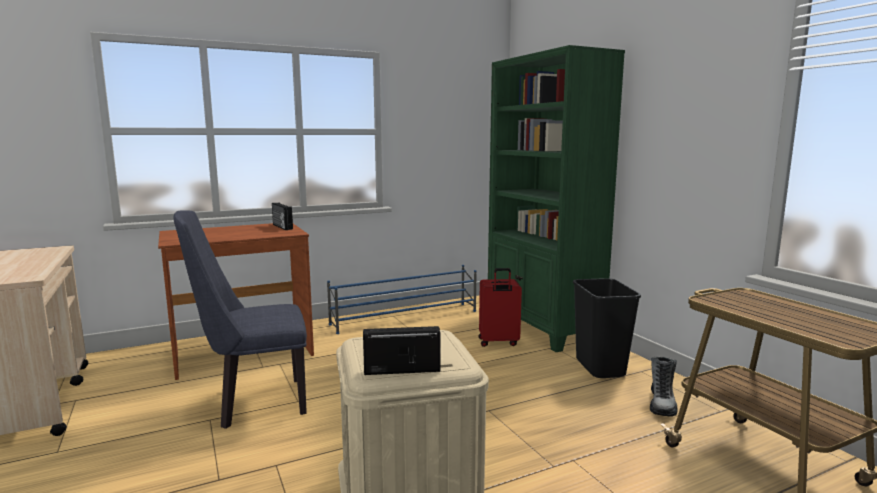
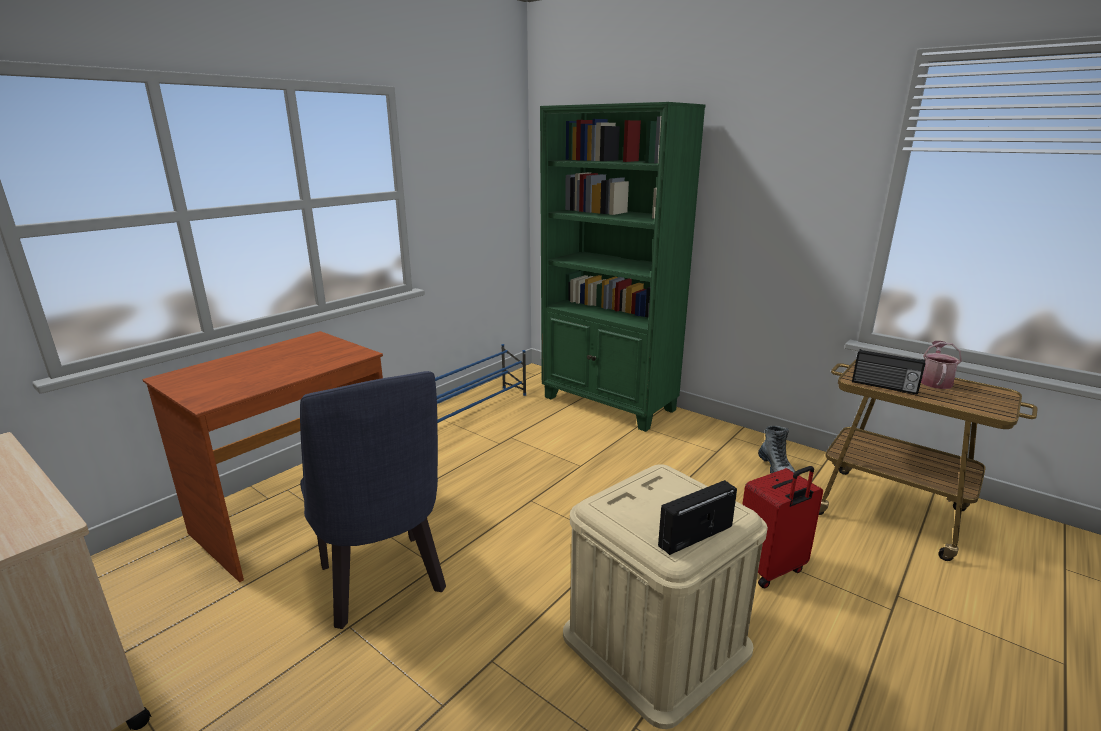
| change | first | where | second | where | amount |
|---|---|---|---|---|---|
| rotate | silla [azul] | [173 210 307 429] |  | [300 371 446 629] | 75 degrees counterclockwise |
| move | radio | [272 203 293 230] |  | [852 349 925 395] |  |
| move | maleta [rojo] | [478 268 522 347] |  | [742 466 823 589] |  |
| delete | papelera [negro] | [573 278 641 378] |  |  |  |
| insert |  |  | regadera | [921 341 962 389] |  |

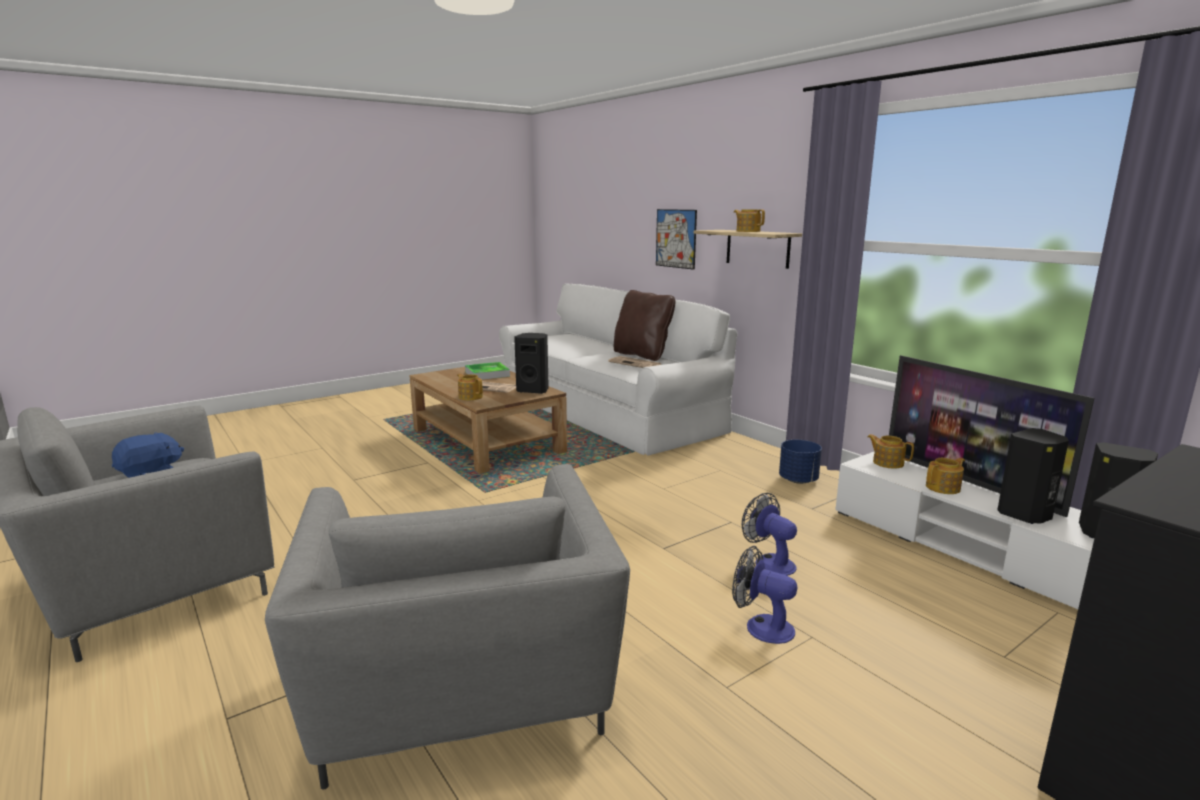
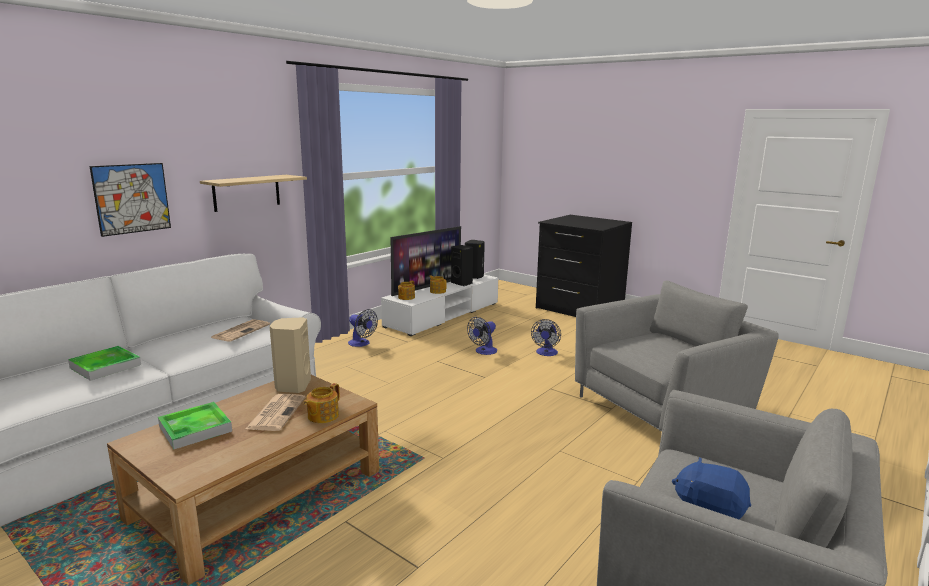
| change | first | where | second | where | amount |
|---|---|---|---|---|---|
| recolor | altavoz [negro] | [514 333 549 394] | altavoz [beis] | [270 317 311 393] |  |
| delete | cojín [marrón] | [614 290 676 361] |  |  |  |
| delete | tetera | [734 209 765 232] |  |  |  |
| replace | maceta [azul] | [779 440 822 484] | ventilador | [348 309 378 347] |  |
| insert |  |  | bandeja | [68 346 141 381] |  |

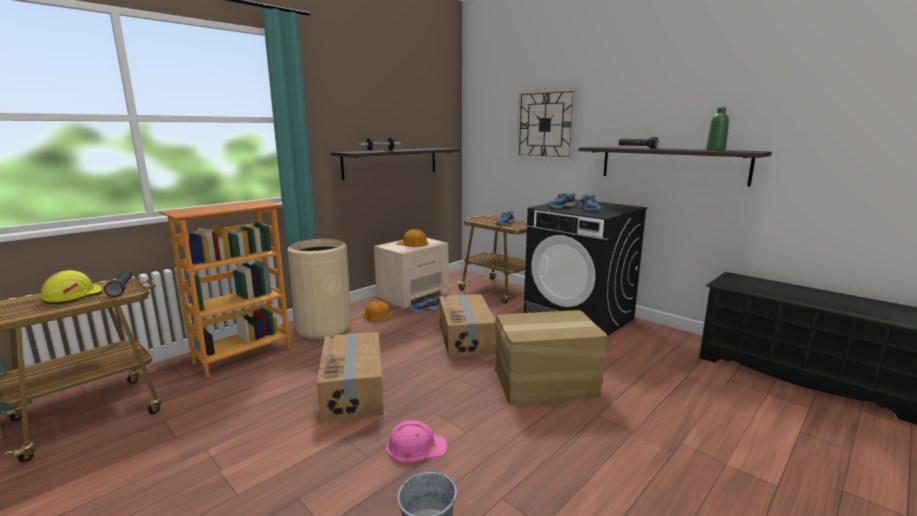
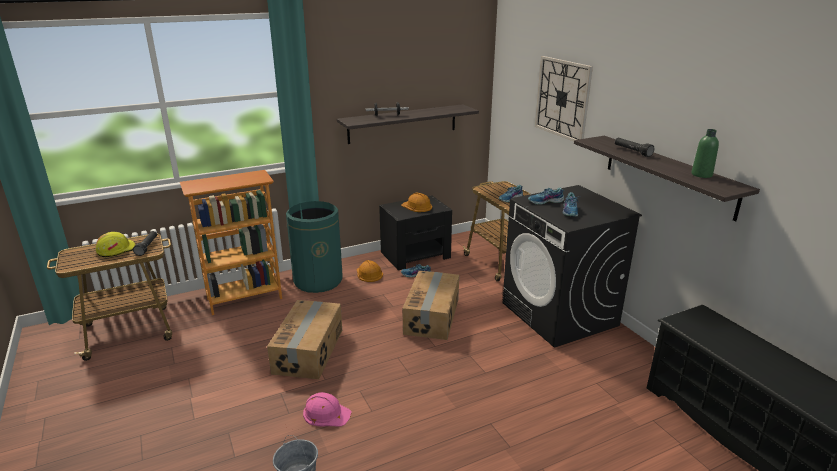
| change | first | where | second | where | amount |
|---|---|---|---|---|---|
| recolor | papelera [beis] | [287 239 352 339] | papelera [verde] | [286 201 343 293] |  |
| recolor | mesita de noche [beis] | [374 238 449 308] | mesita de noche [negro] | [379 195 452 270] |  |
| delete | caja de cartón | [495 310 607 404] |  |  |  |

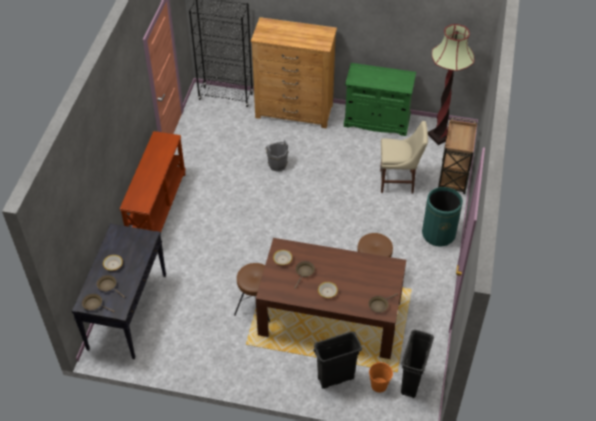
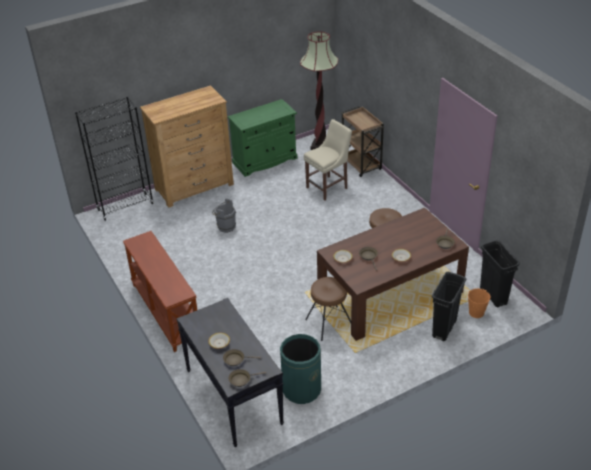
| change | first | where | second | where | amount |
|---|---|---|---|---|---|
| move | papelera [verde] | [422 187 463 247] |  | [280 334 321 404] |  |

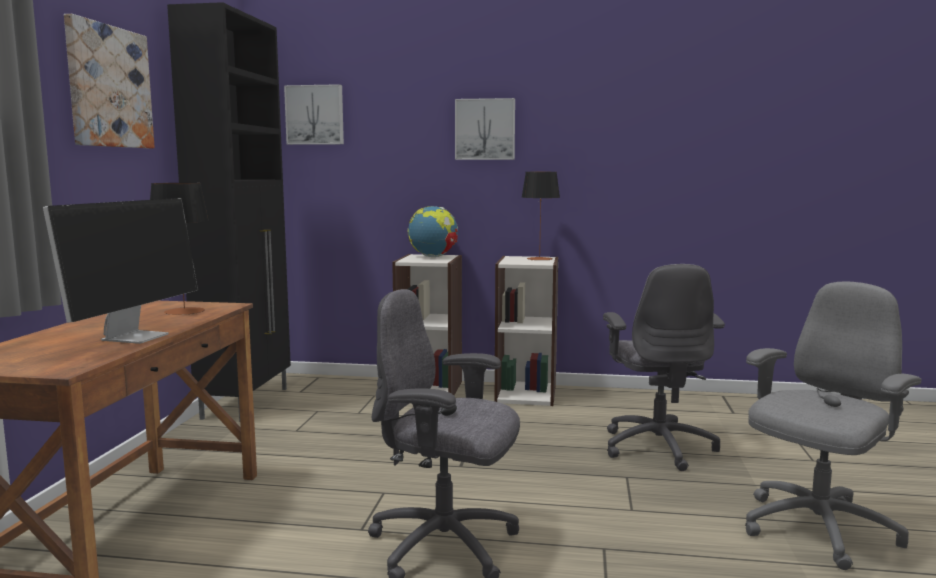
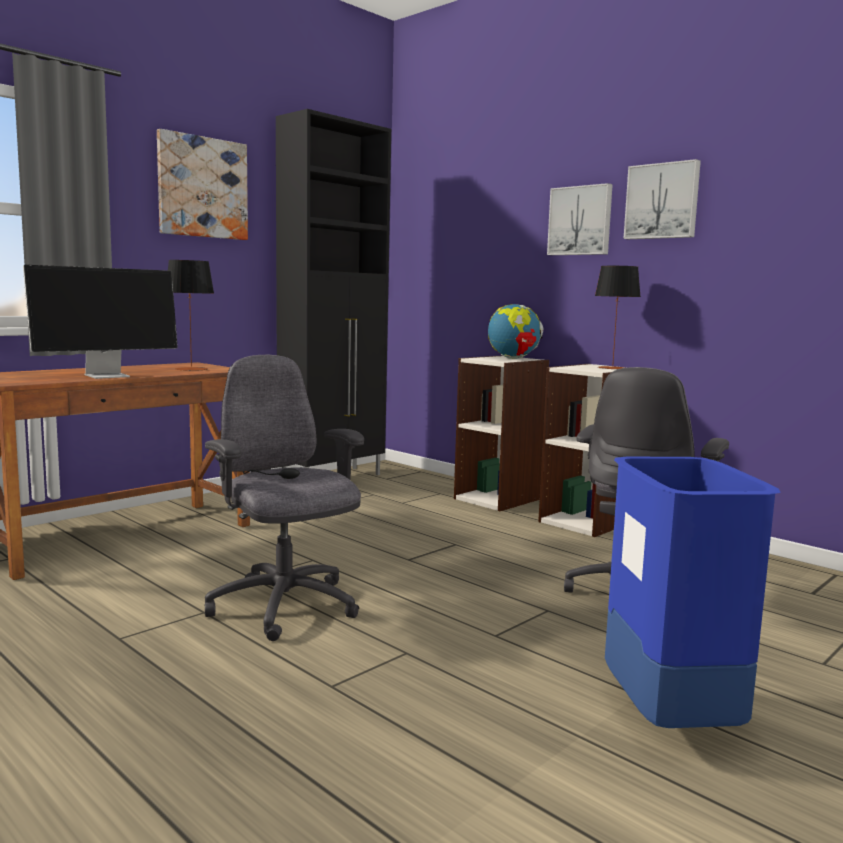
| change | first | where | second | where | amount |
|---|---|---|---|---|---|
| move | cuadro | [284 84 344 145] |  | [623 159 701 239] |  |
| replace | silla de oficina [gris] | [745 281 921 570] | papelera [azul] | [605 457 781 728] |  |

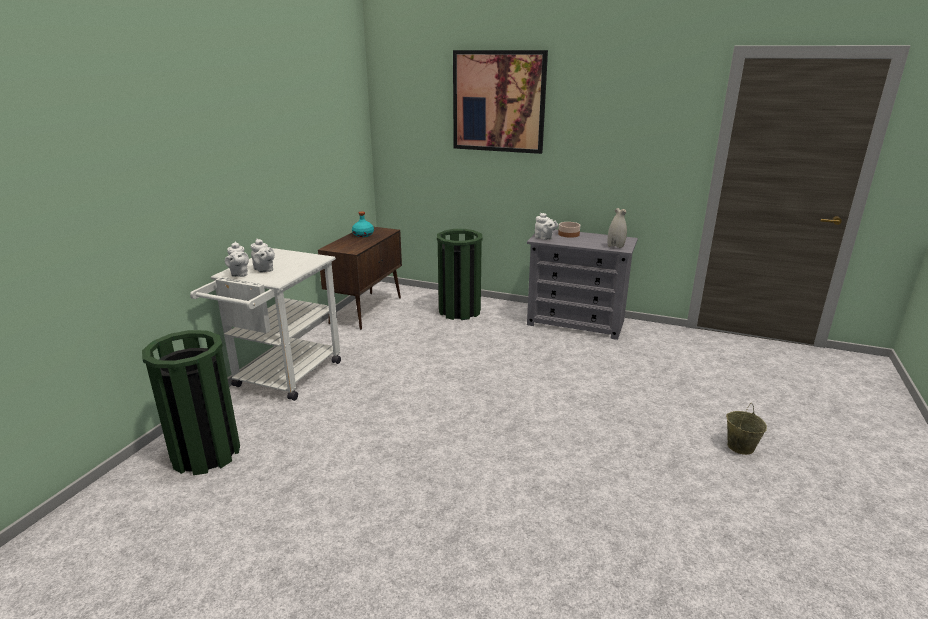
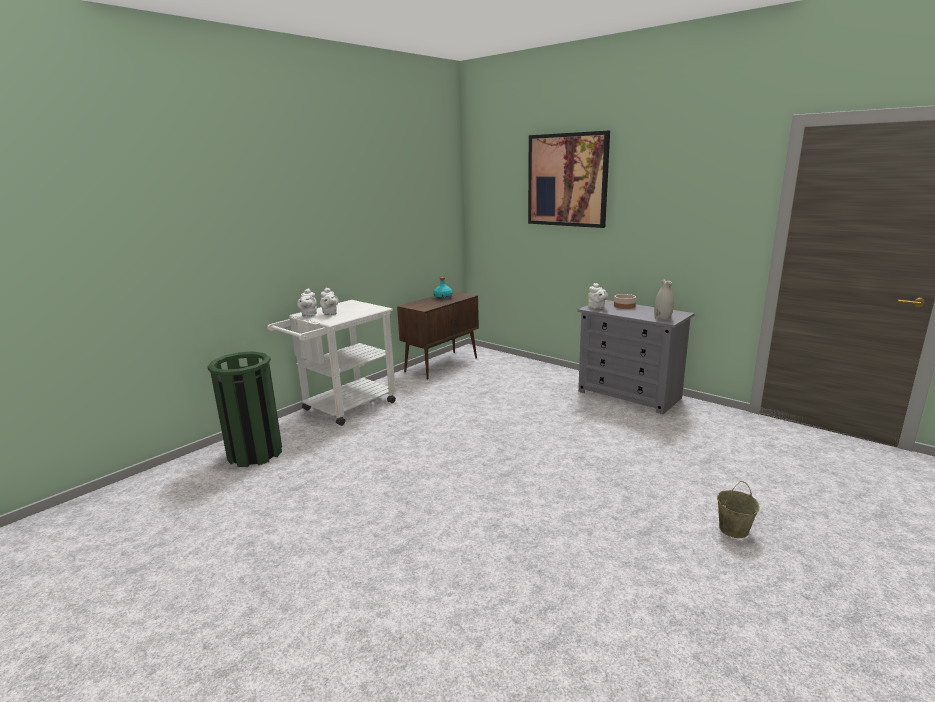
| change | first | where | second | where | amount |
|---|---|---|---|---|---|
| delete | papelera [verde] | [437 229 483 320] |  |  |  |

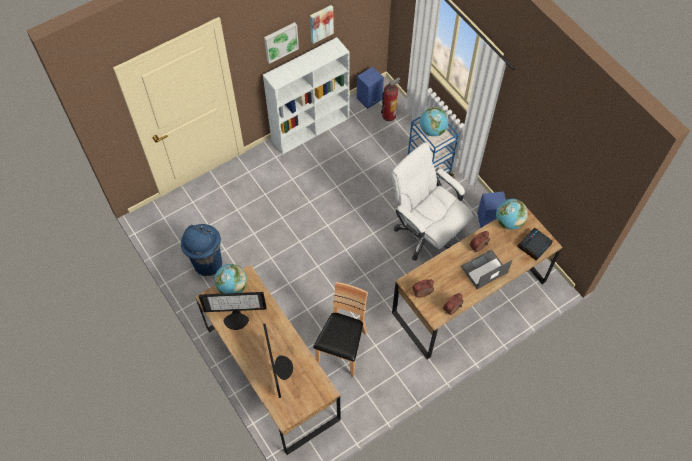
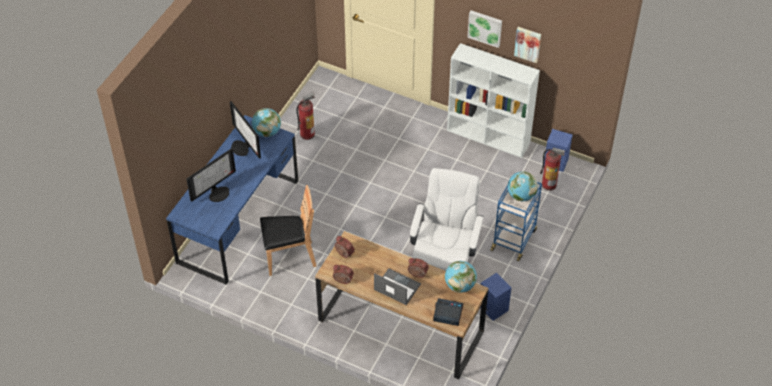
| change | first | where | second | where | amount |
|---|---|---|---|---|---|
| replace | papelera [azul] | [181 224 222 276] | extintor | [296 93 315 140] |  |
| recolor | escritorio [marrón] | [195 265 341 455] | escritorio [azul] | [166 115 298 285] |  |

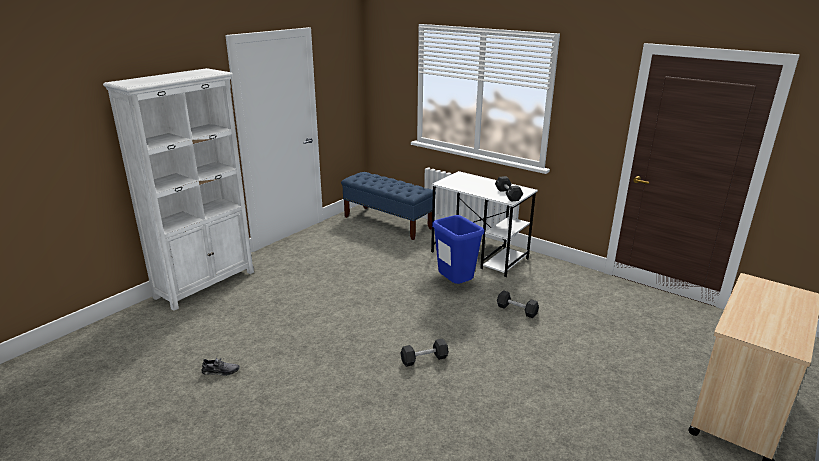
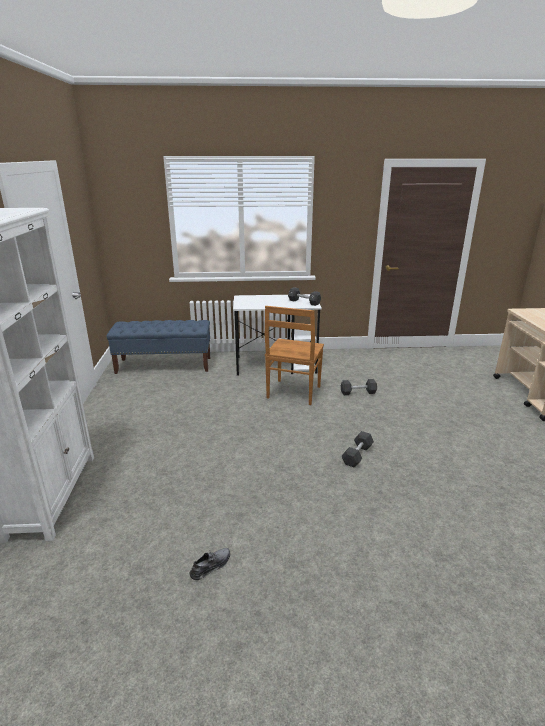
| change | first | where | second | where | amount |
|---|---|---|---|---|---|
| replace | papelera [azul] | [432 215 484 284] | silla [marrón] | [265 306 324 405] |  |

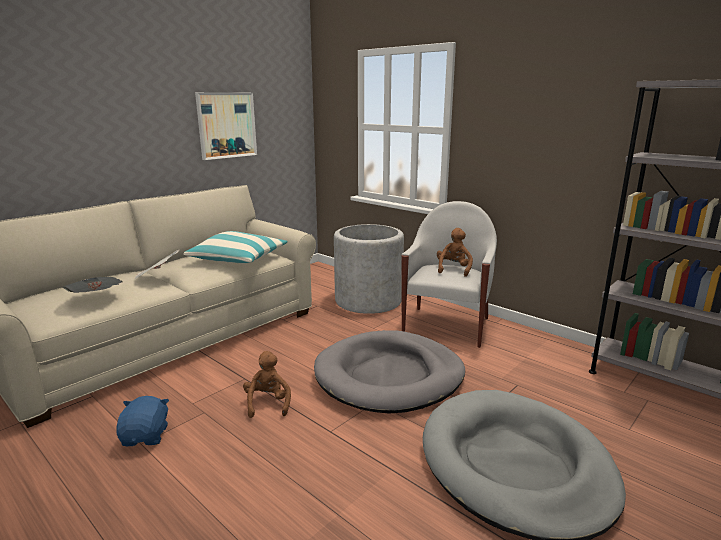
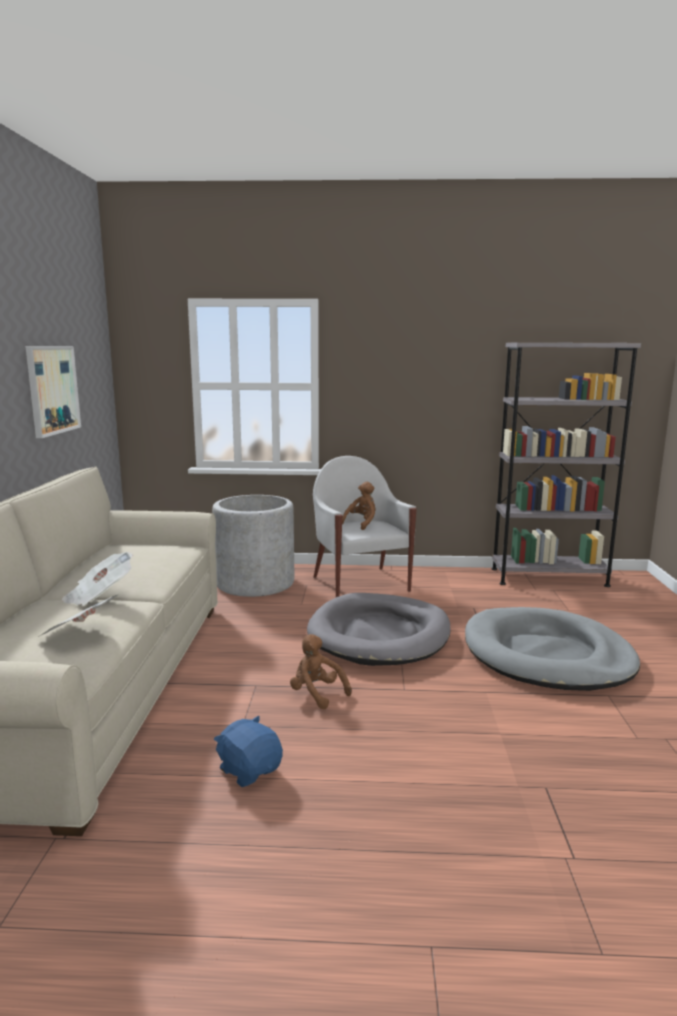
| change | first | where | second | where | amount |
|---|---|---|---|---|---|
| delete | cojín | [183 231 288 263] |  |  |  |
| rotate | peluche [marrón] | [437 228 473 277] |  | [342 482 375 530] | 60 degrees clockwise |

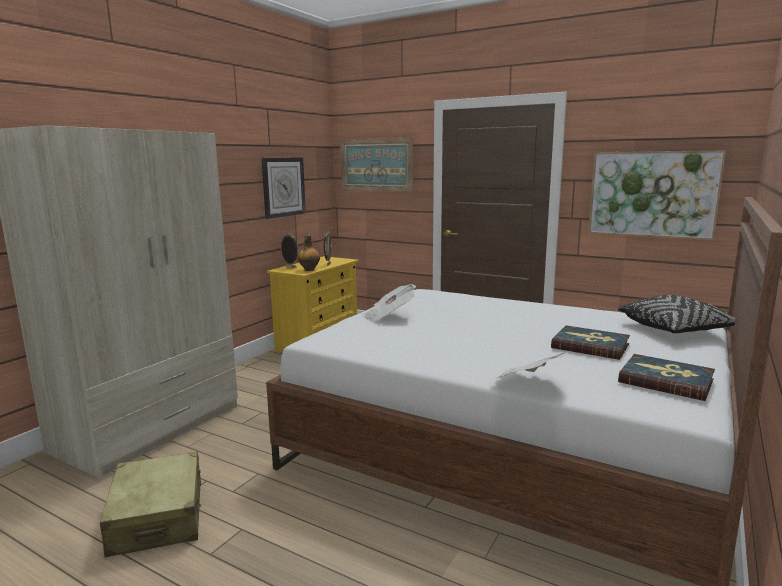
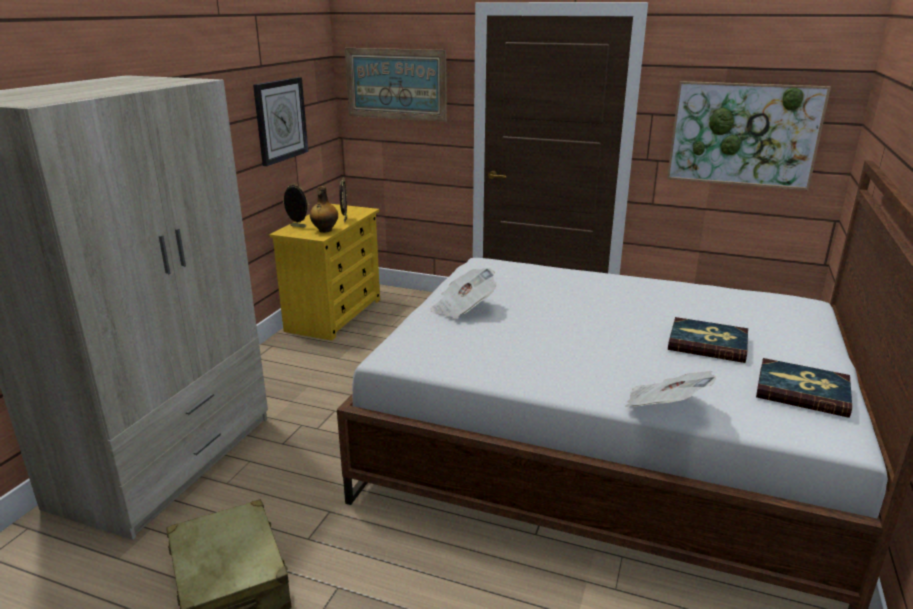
| change | first | where | second | where | amount |
|---|---|---|---|---|---|
| delete | cojín [negro] | [618 295 735 333] |  |  |  |

